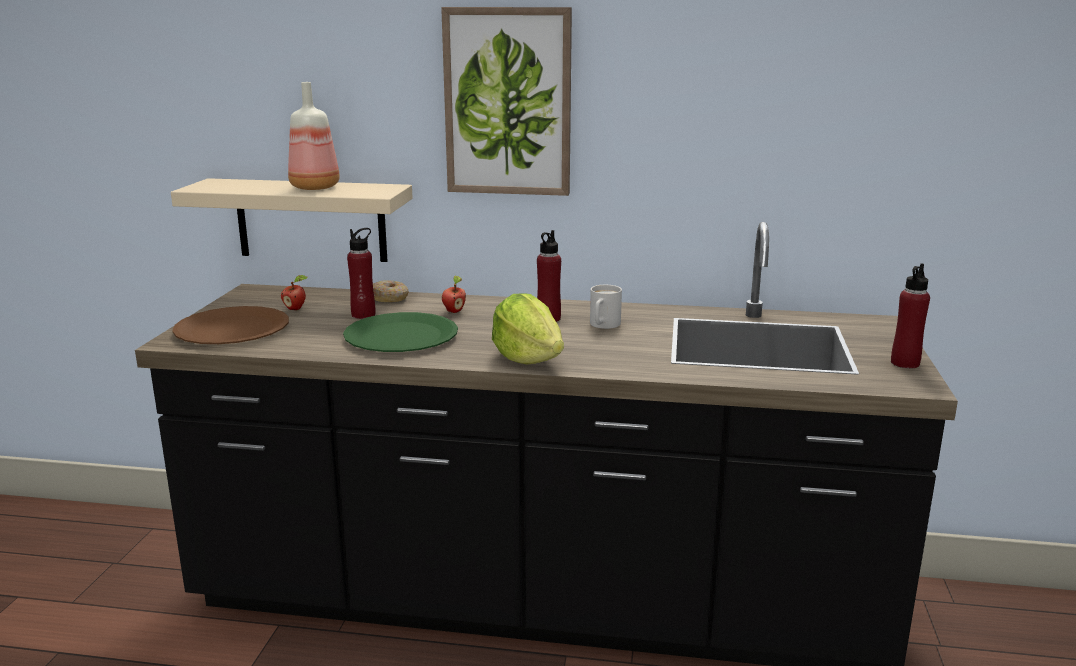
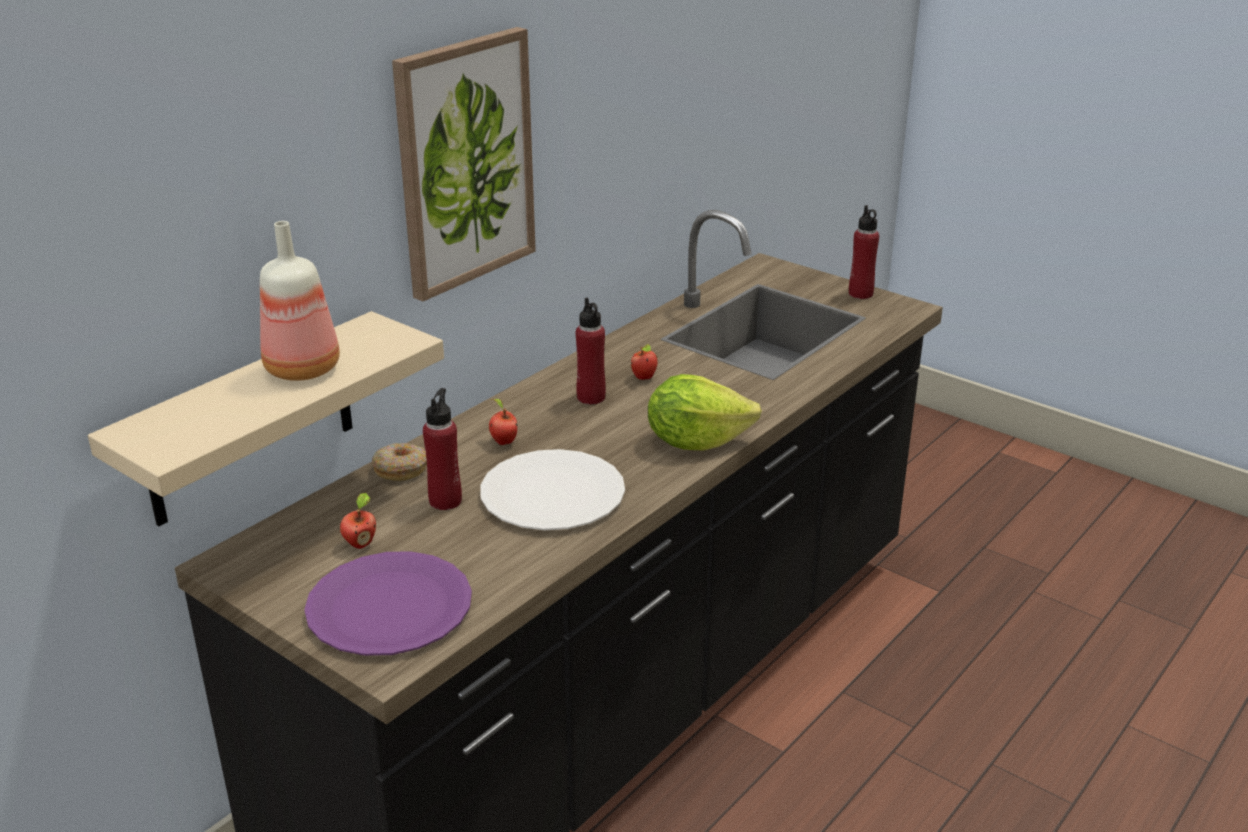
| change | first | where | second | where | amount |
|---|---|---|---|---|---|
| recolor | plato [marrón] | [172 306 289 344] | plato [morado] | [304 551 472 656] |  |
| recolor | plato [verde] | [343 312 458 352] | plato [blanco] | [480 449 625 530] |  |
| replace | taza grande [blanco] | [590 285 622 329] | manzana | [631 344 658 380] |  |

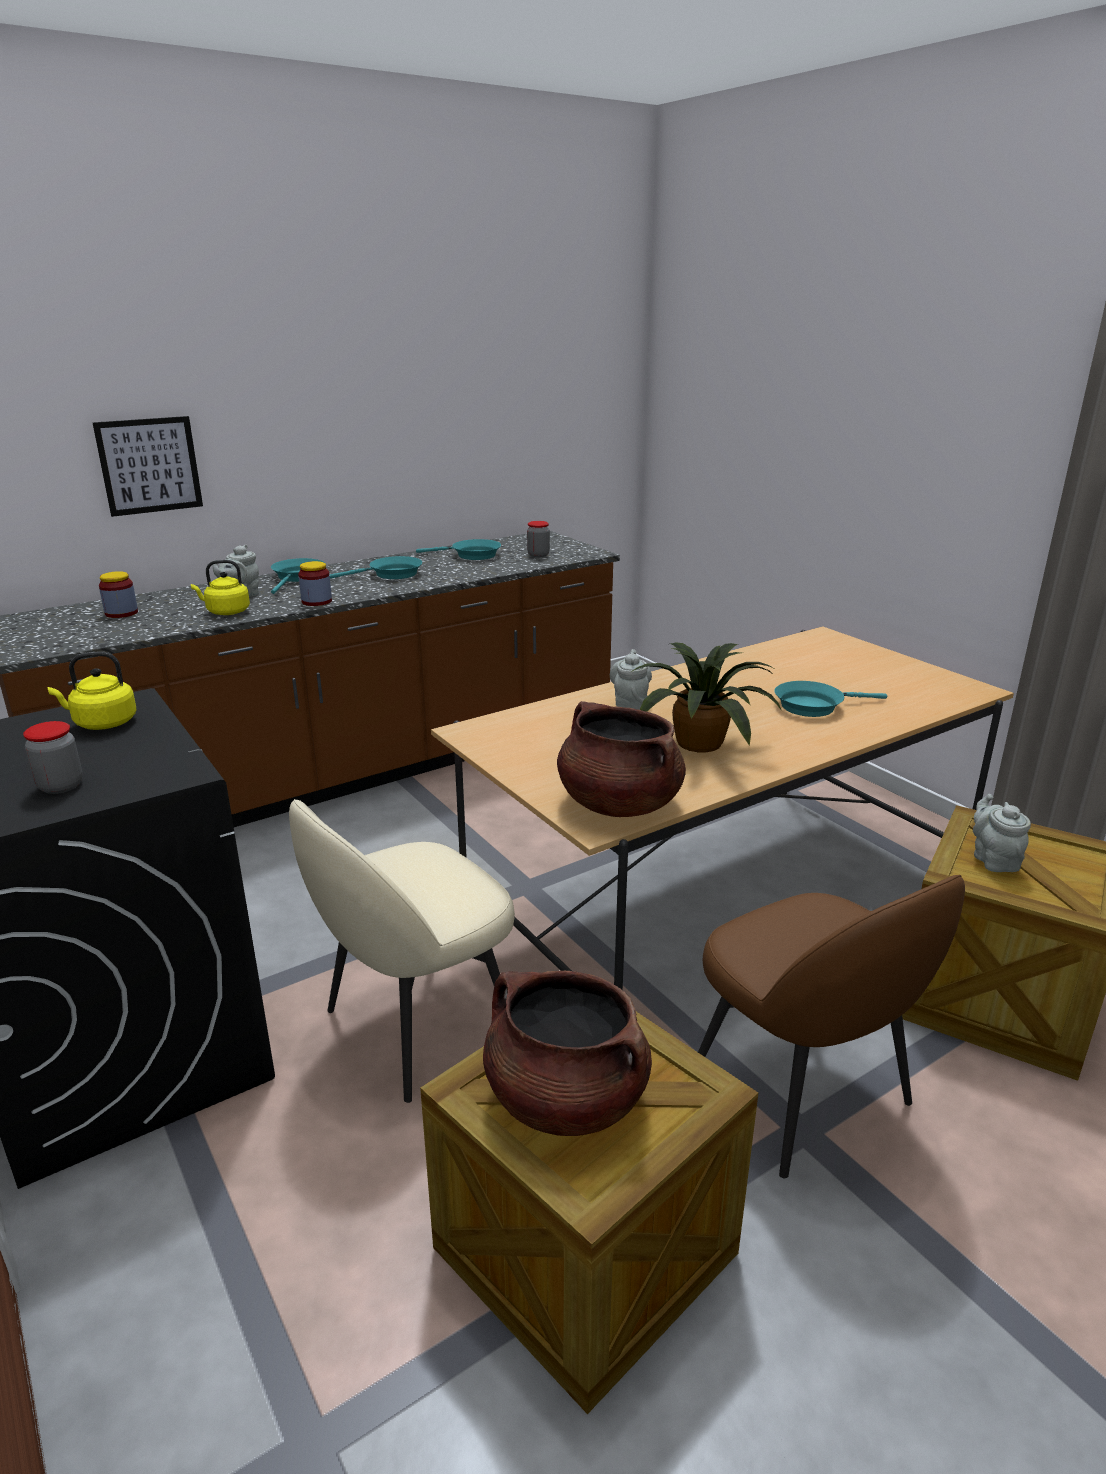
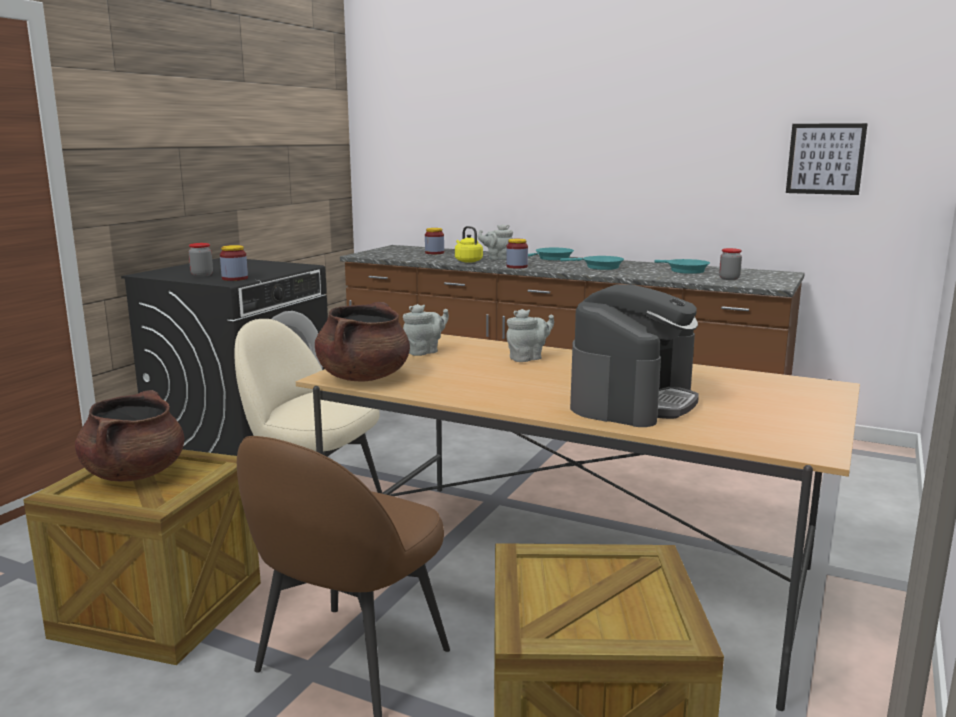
| change | first | where | second | where | amount |
|---|---|---|---|---|---|
| delete | hervidor [amarillo] | [48 652 136 730] |  |  |  |
| move | cuadro | [92 416 203 517] |  | [786 123 868 195] |  |
| delete | planta en maceta | [631 642 782 752] |  |  |  |
| replace | sartén [turquesa] | [775 681 887 717] | cafetera | [570 284 699 427] |  |
| move | tetera [gris] | [973 794 1031 872] |  | [403 304 449 356] |  |
| insert |  |  | tarro | [220 245 248 281] |  |

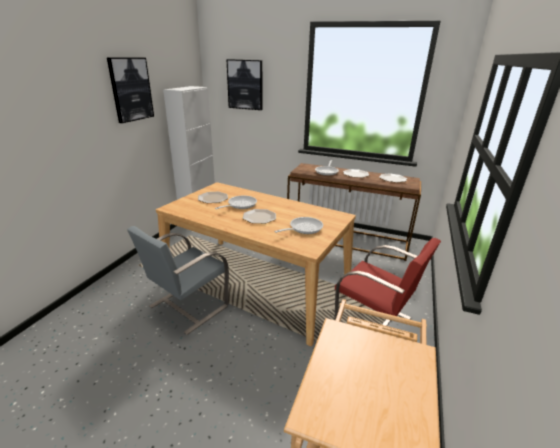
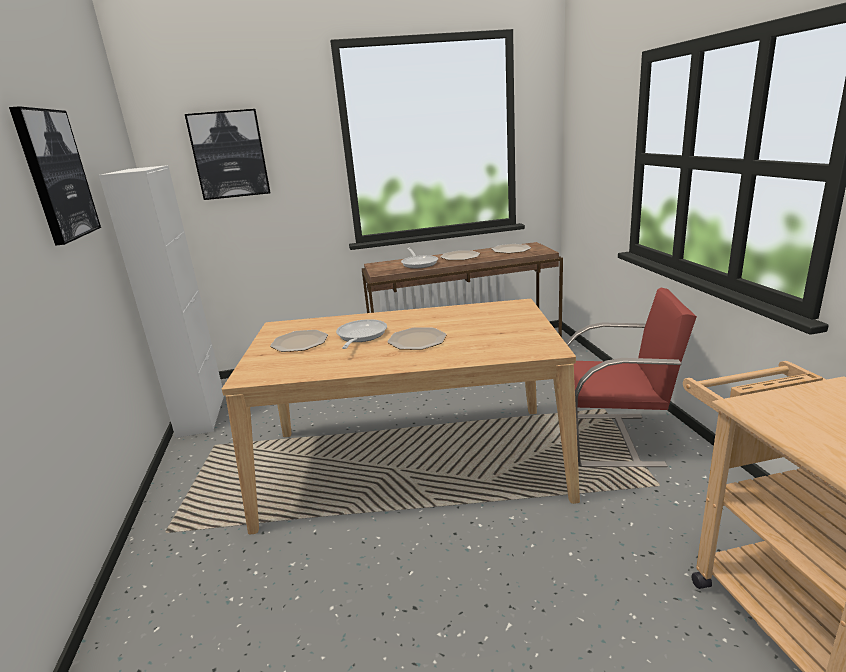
| change | first | where | second | where | amount |
|---|---|---|---|---|---|
| delete | silla [gris] | [127 226 229 335] |  |  |  |
| delete | sartén | [274 217 323 234] |  |  |  |

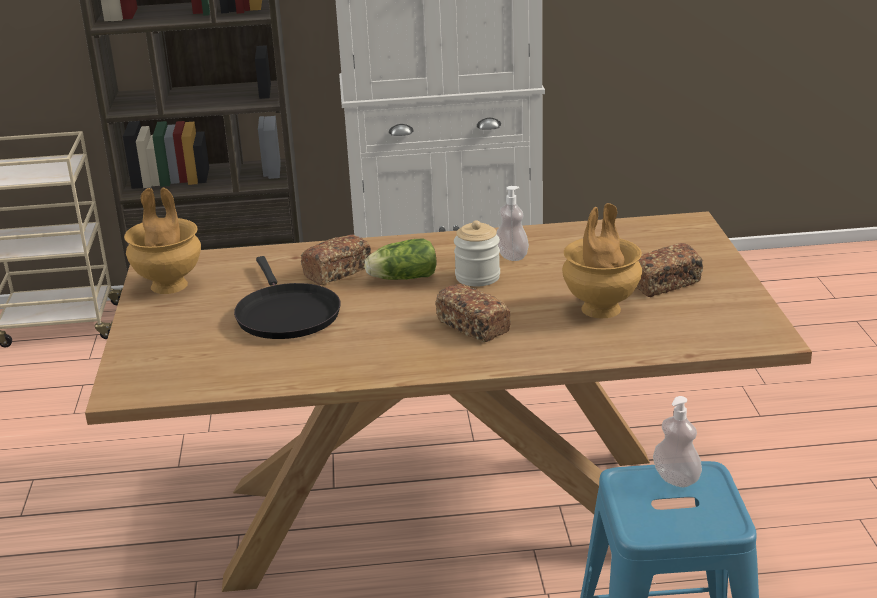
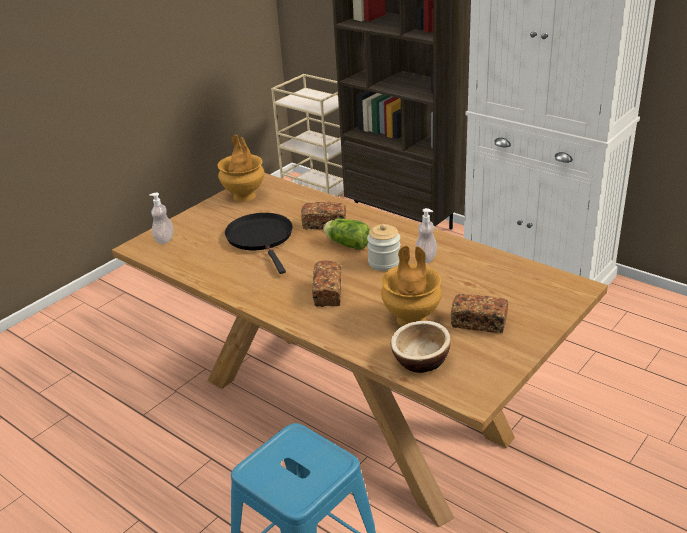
| change | first | where | second | where | amount |
|---|---|---|---|---|---|
| rotate | sartén [negro] | [234 256 341 339] |  | [225 213 293 274] | 135 degrees clockwise |
| move | dispensador de jabón | [653 396 702 487] |  | [149 193 173 244] |  |
| insert |  |  | cuenco | [391 321 451 373] |  |

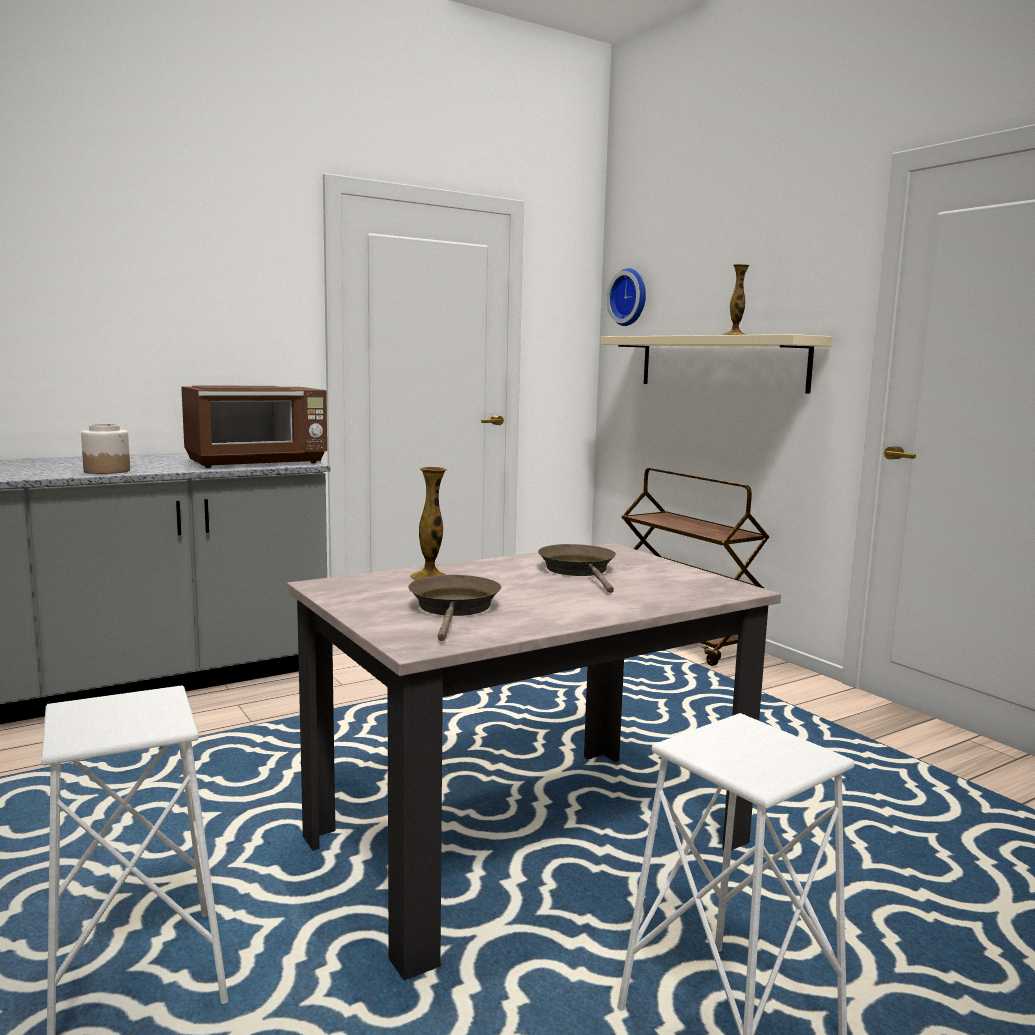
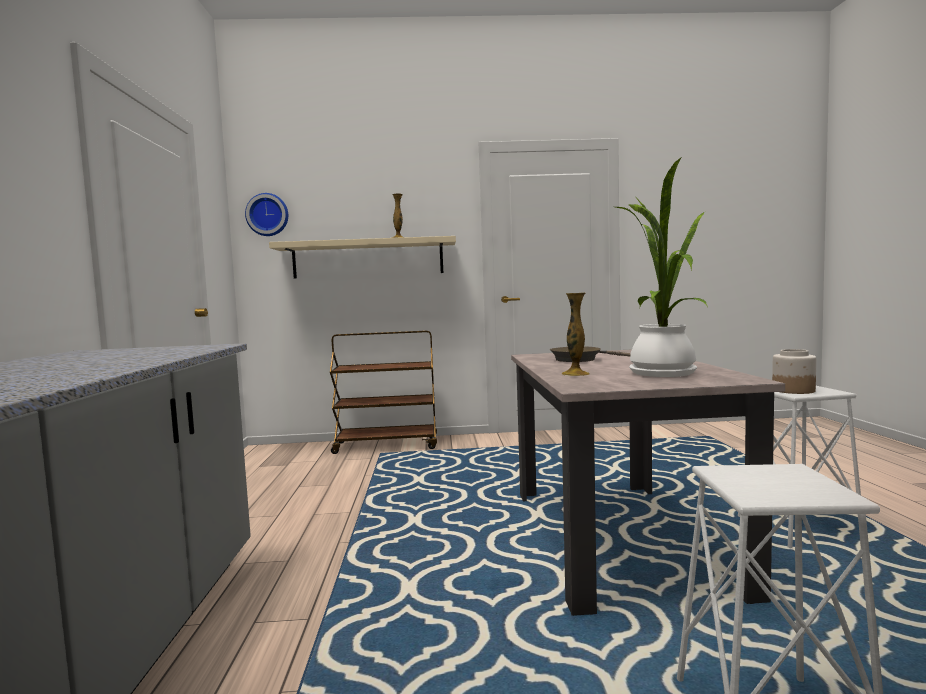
| change | first | where | second | where | amount |
|---|---|---|---|---|---|
| move | tarro | [81 424 130 474] |  | [772 349 816 394] |  |
| delete | microondas [marrón] | [181 385 327 468] |  |  |  |
| replace | sartén [marrón] | [408 575 501 641] | planta en maceta | [616 157 708 377] |  |

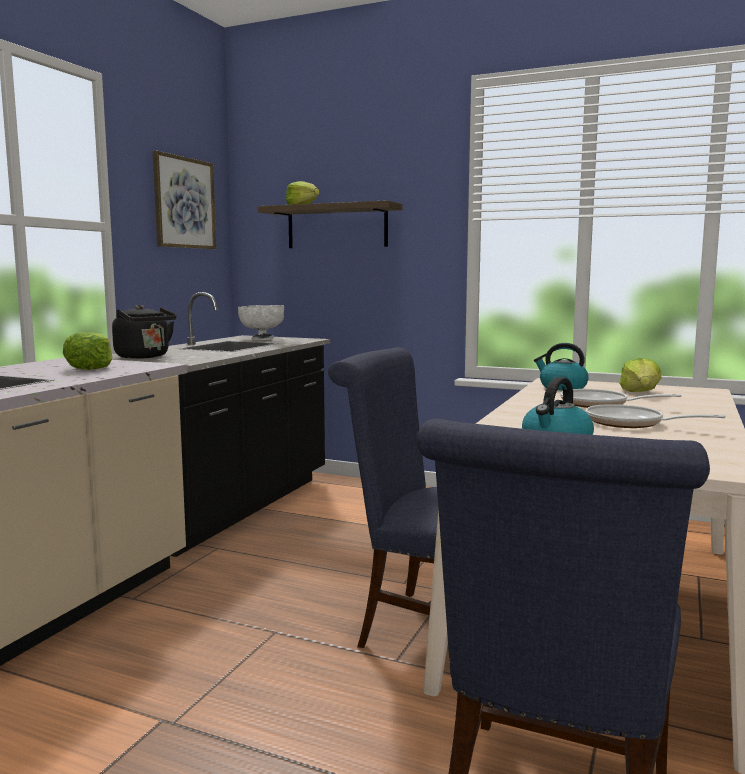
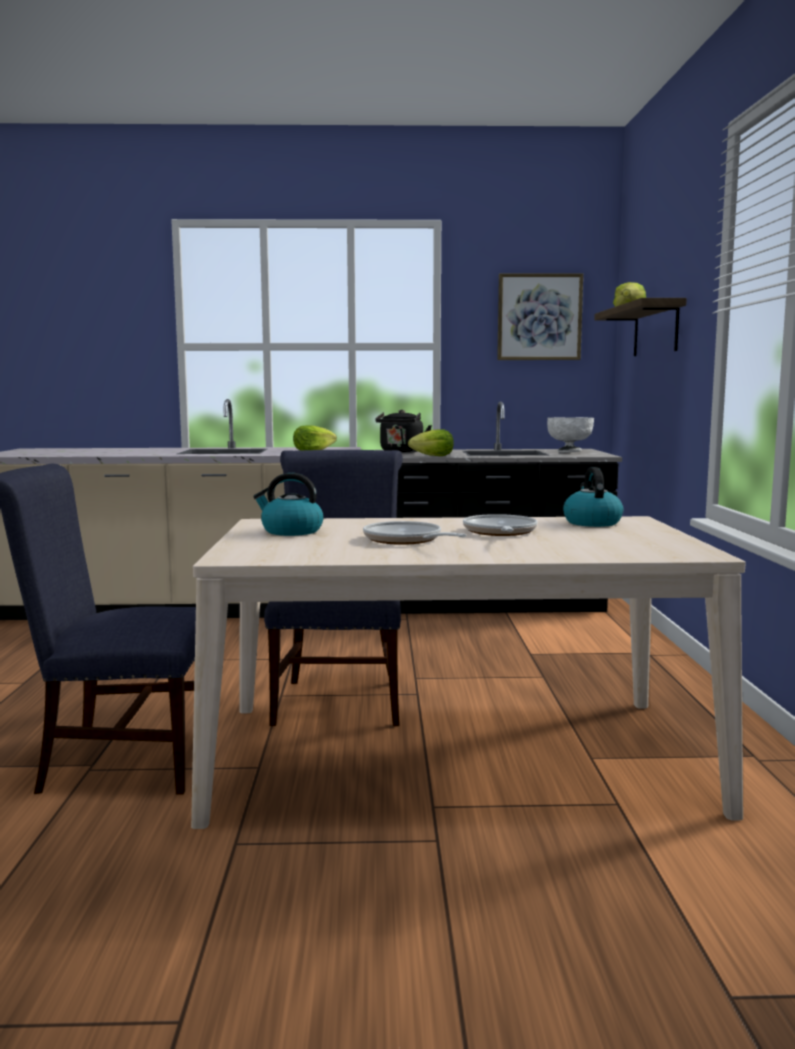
| change | first | where | second | where | amount |
|---|---|---|---|---|---|
| rotate | sartén | [585 404 726 428] |  | [363 521 466 545] | 45 degrees counterclockwise |
| move | lechuga | [619 358 661 392] |  | [408 429 454 456] |  |

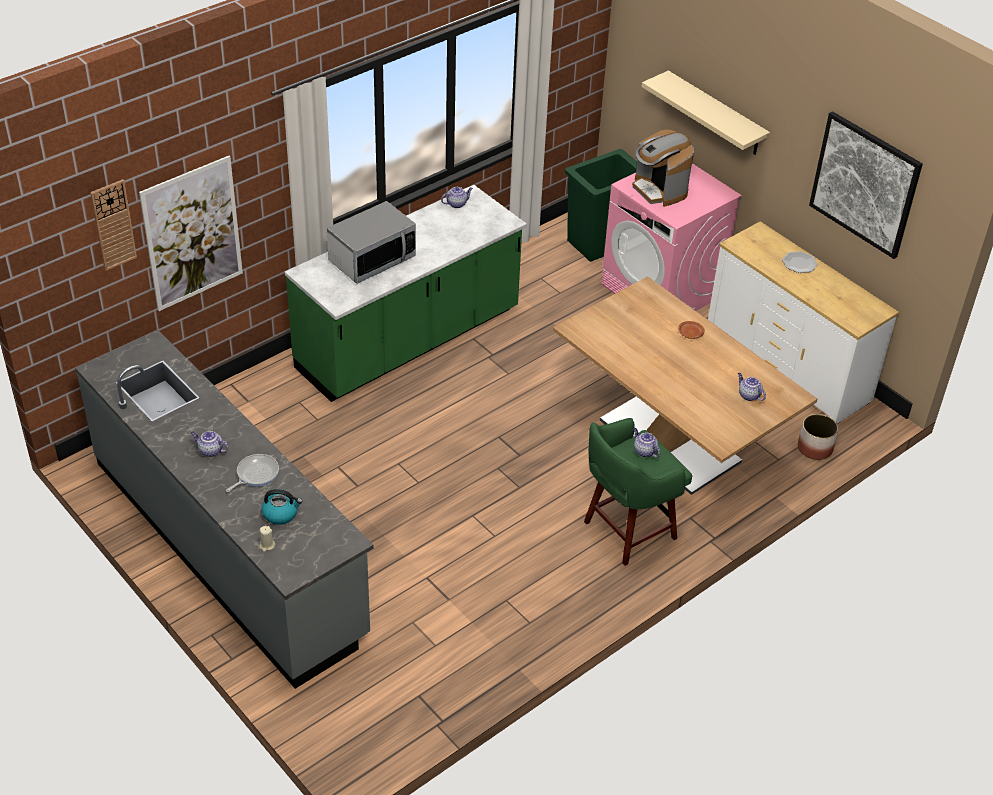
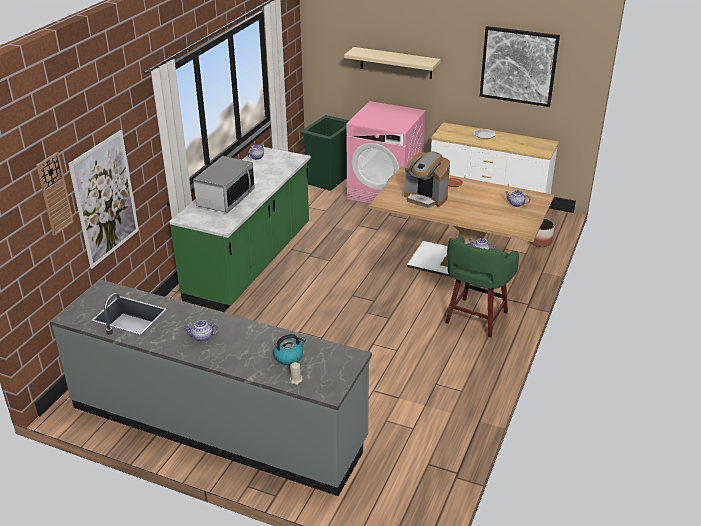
| change | first | where | second | where | amount |
|---|---|---|---|---|---|
| delete | sartén | [226 454 279 492] |  |  |  |
| move | cafetera | [632 129 694 207] |  | [404 152 450 208] |  |

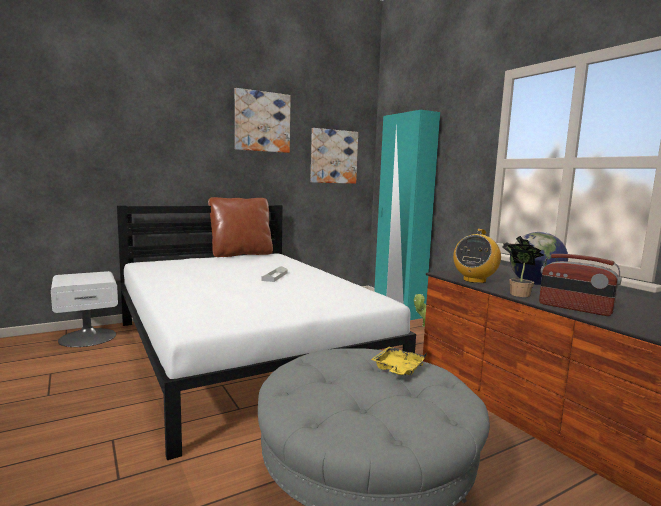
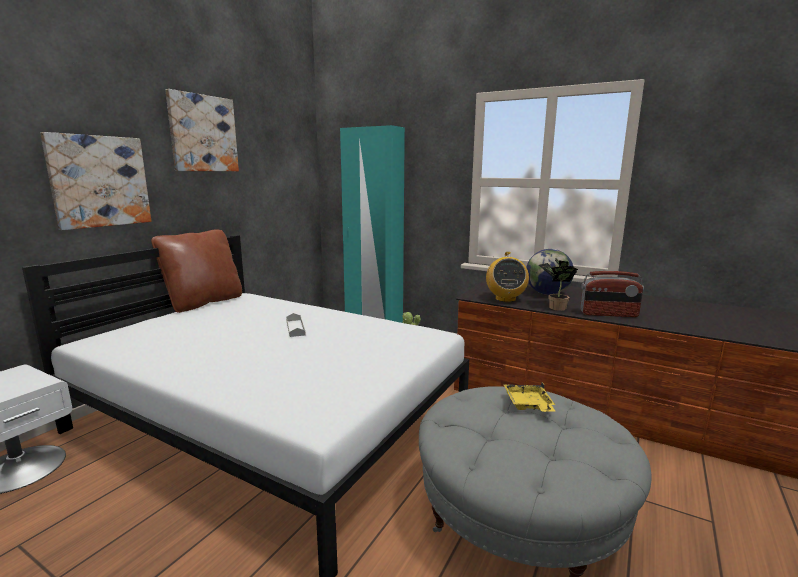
| change | first | where | second | where | amount |
|---|---|---|---|---|---|
| move | cuadro | [310 128 358 184] |  | [40 132 151 230] |  |

